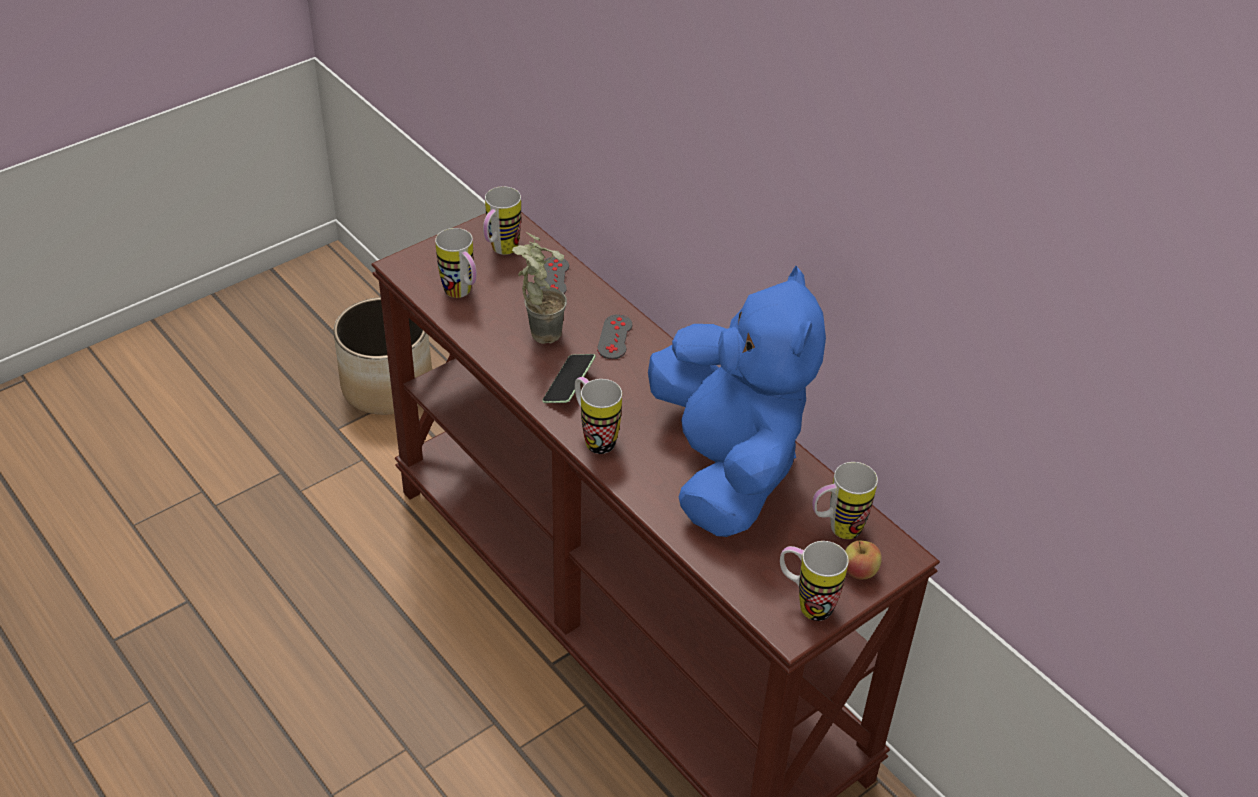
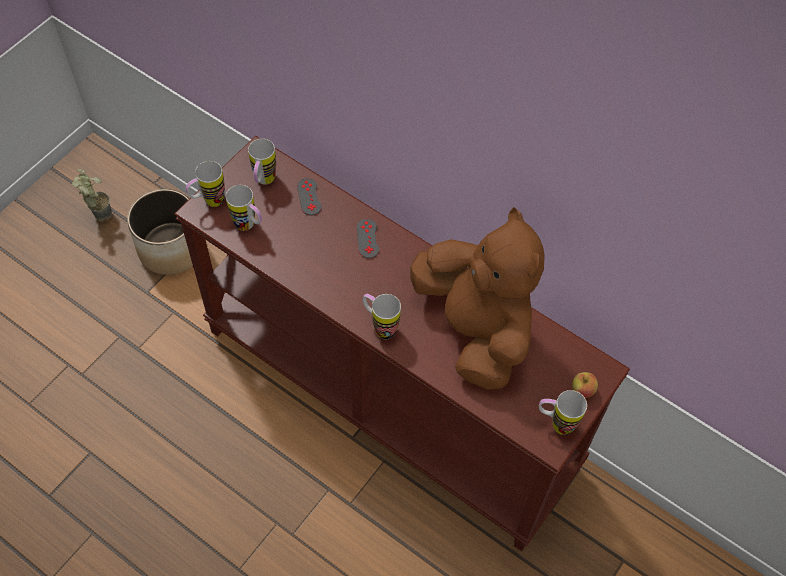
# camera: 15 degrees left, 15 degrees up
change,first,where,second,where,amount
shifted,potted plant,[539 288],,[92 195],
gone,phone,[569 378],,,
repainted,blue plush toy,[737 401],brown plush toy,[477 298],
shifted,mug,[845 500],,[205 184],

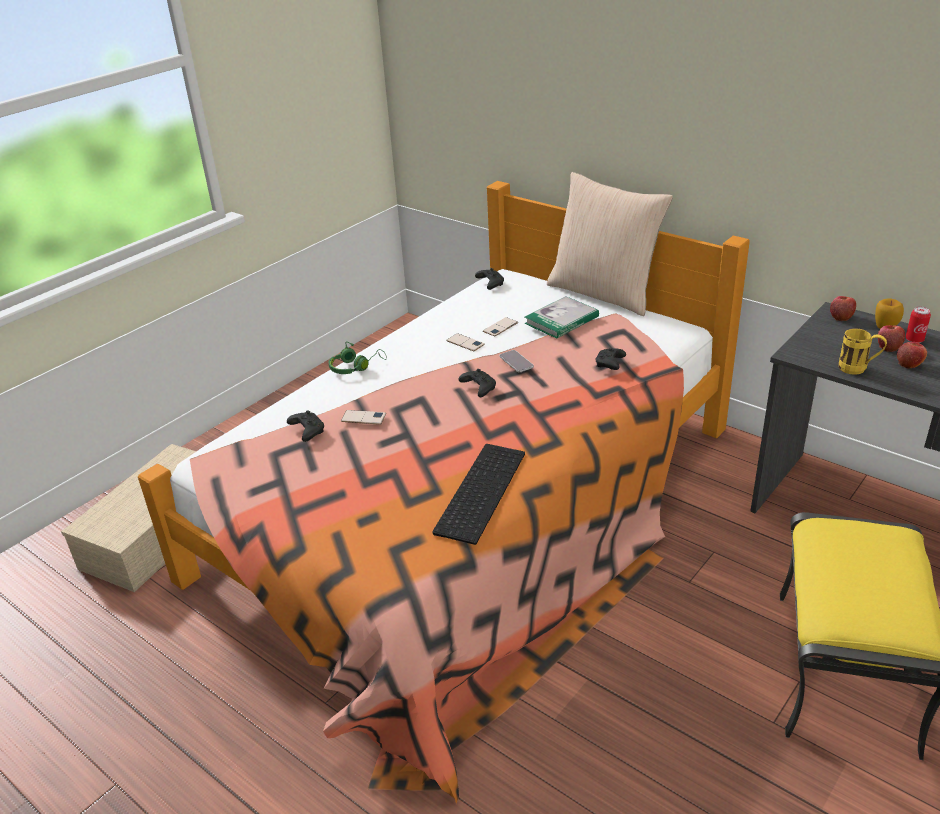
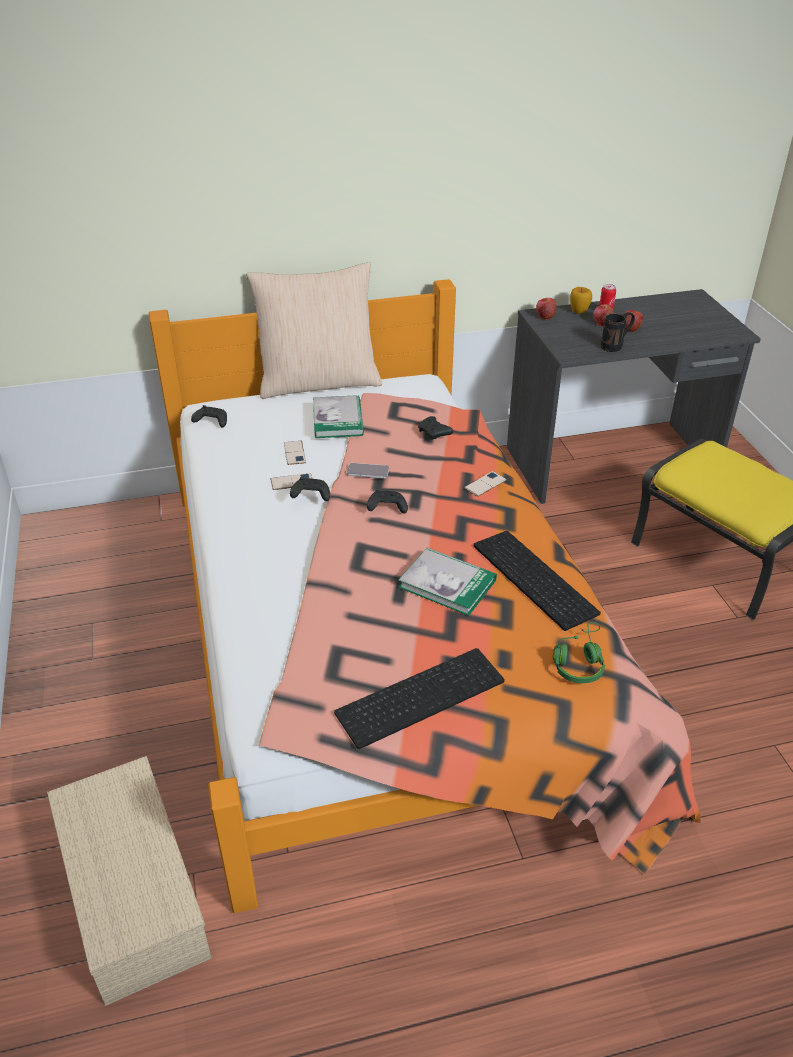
# camera: 55 degrees left, 5 degrees up
change,first,where,second,where,amount
shifted,black game controller,[305 426],,[310 489],
shifted,green headphones,[357 357],,[579 653],
shifted,phone,[363 417],,[485 483],
repainted,yellow mug,[863 351],black mug,[618 332],
new,,,keyboard,[419 698],
new,,,book,[447 582],

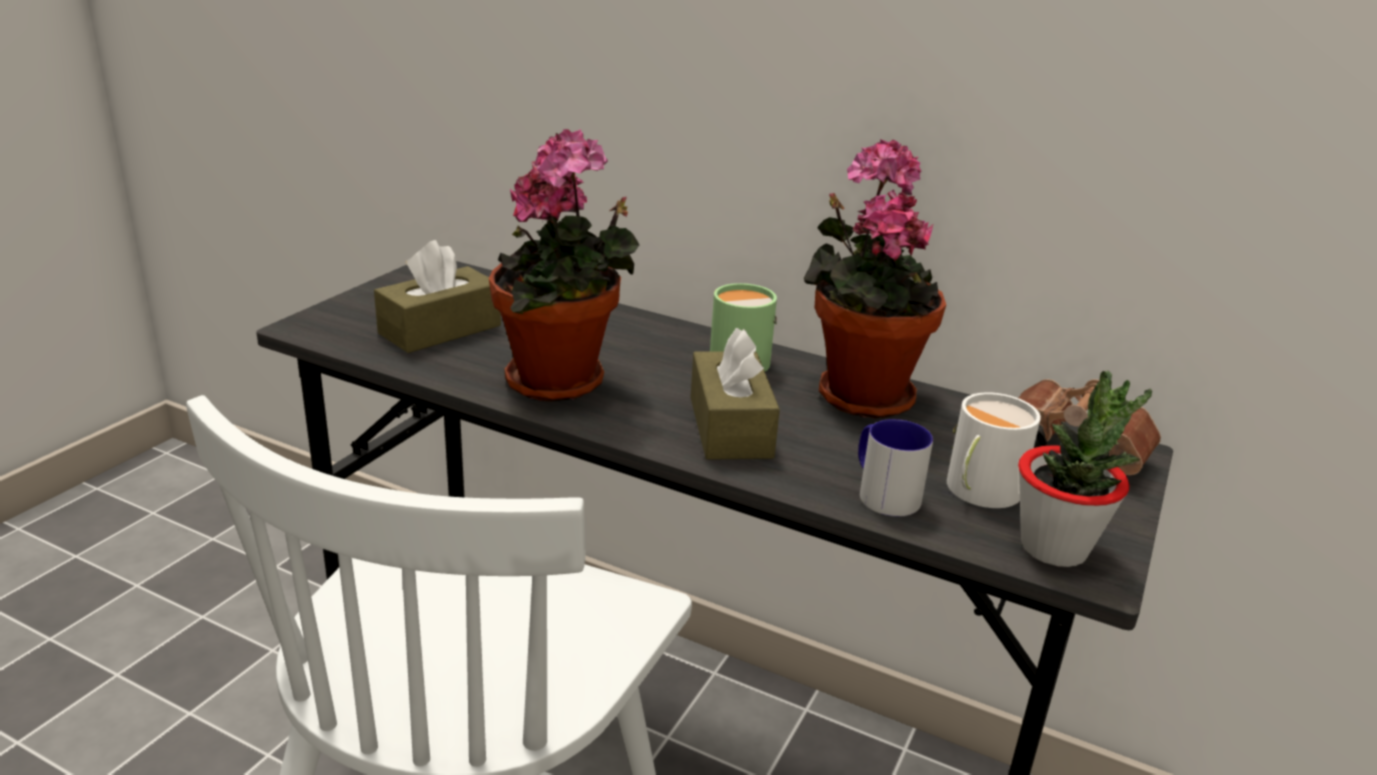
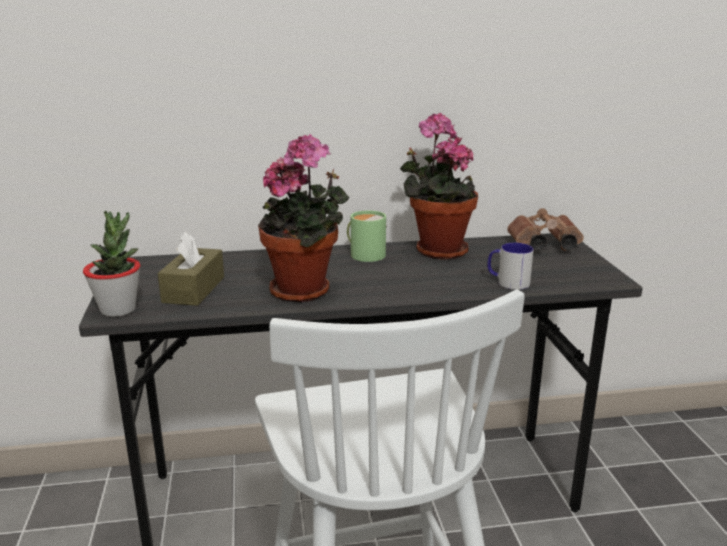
# camera: 35 degrees left, 5 degrees down
change,first,where,second,where,amount
gone,brown tissue box,[735 394],,,
gone,white mug,[994 450],,,
shifted,potted plant,[1085 469],,[112 264],

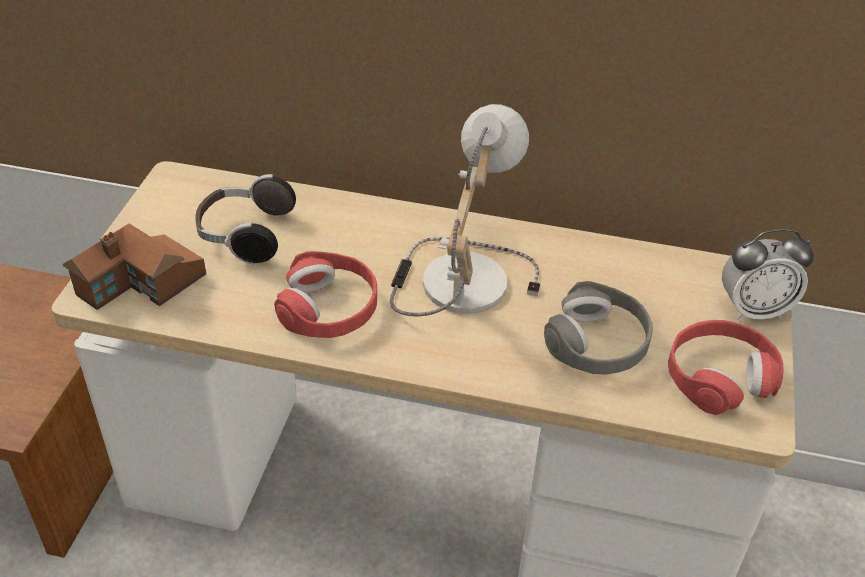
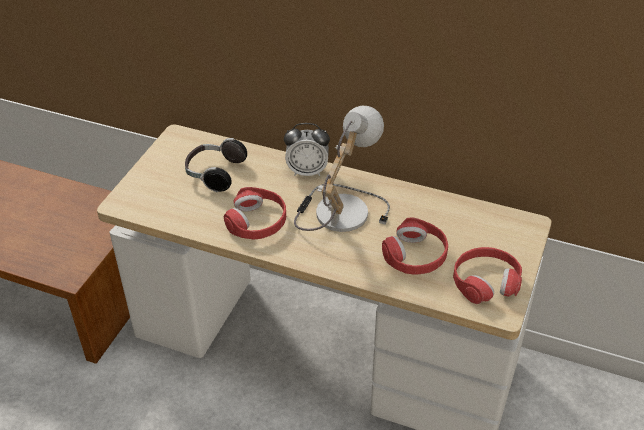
# camera: 10 degrees right, 0 degrees up
change,first,where,second,where,amount
gone,toy house,[134 266],,,
repainted,grey headphones,[598 328],red headphones,[415 246],
shifted,alarm clock,[768 274],,[307 149],

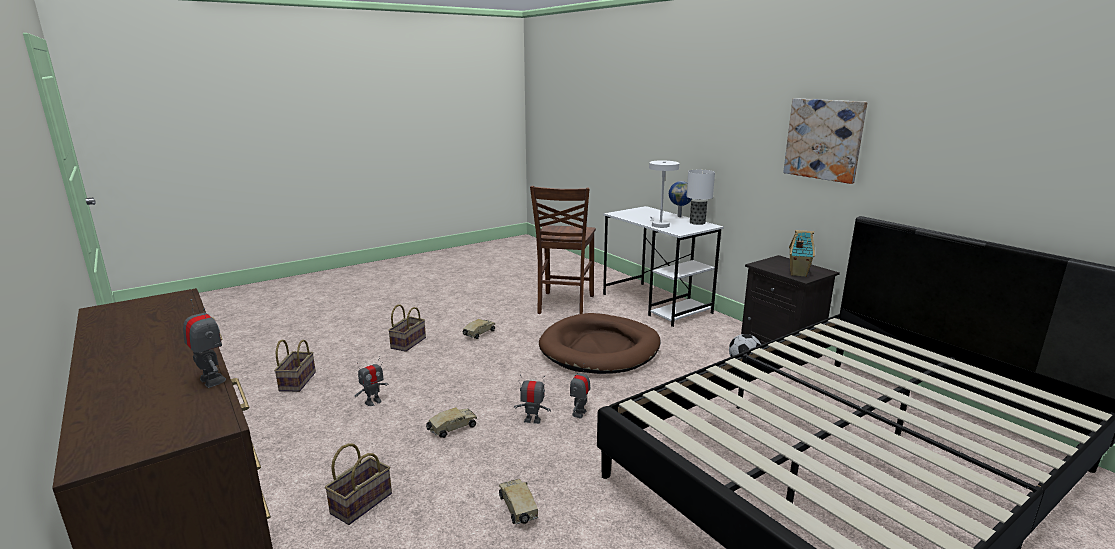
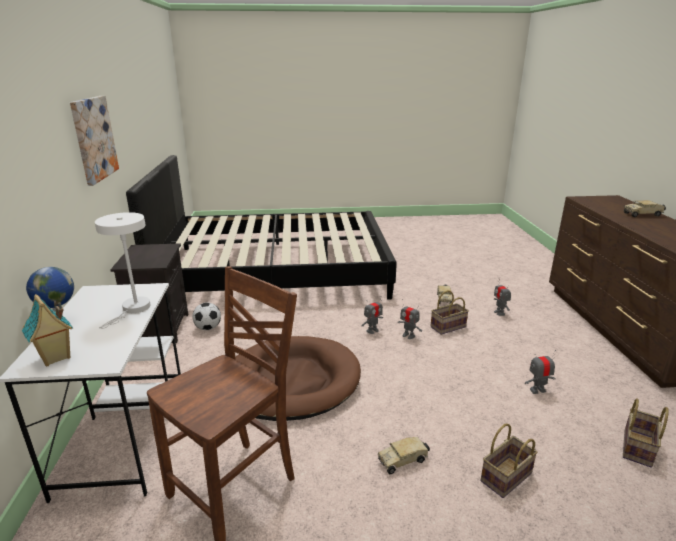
# camera: 150 degrees left, 5 degrees up
change,first,where,second,where,amount
shifted,toy robot,[204 343],,[502 297],
shifted,basket,[358 484],,[449 312],
shifted,toy truck,[451 422],,[645 208],
gone,table lamp,[700 197],,,
shifted,toy house,[802 253],,[47 330],

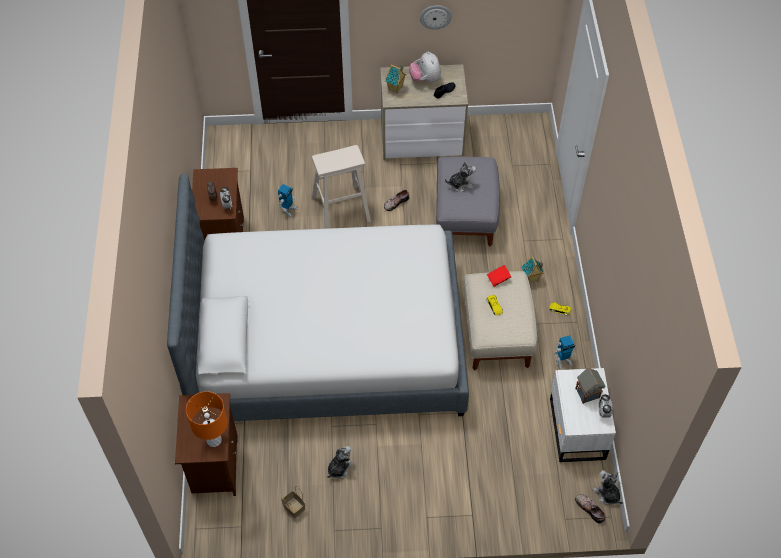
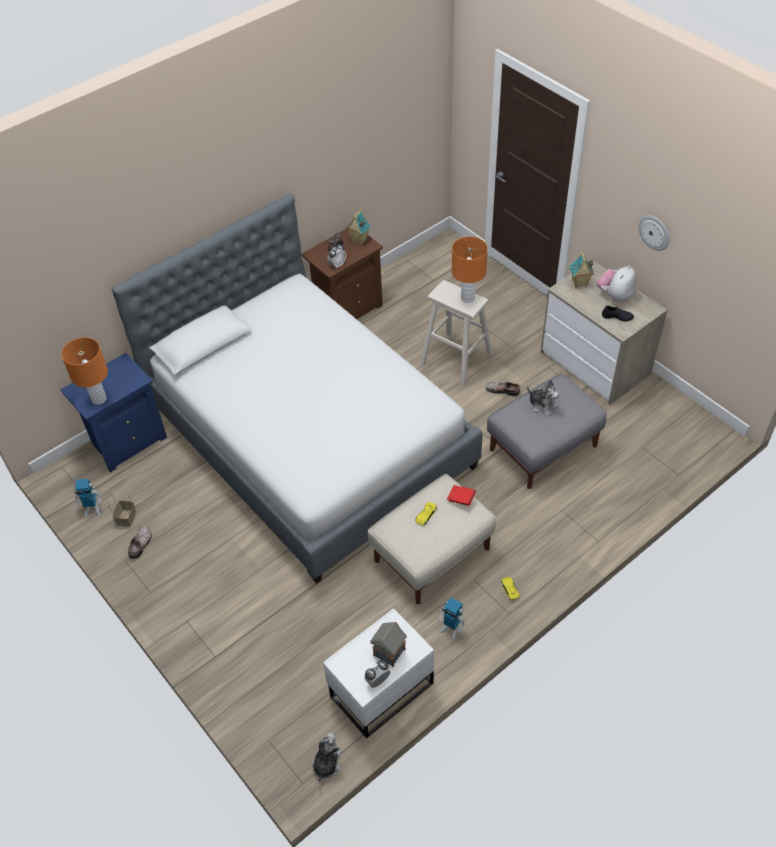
# camera: 55 degrees right, 5 degrees down
change,first,where,second,where,amount
repainted,brown nightstand,[206 444],blue nightstand,[113 412],
shifted,toy robot,[287 200],,[88 497],
gone,plush toy,[340 462],,,
shifted,toy house,[532 269],,[358 227],
shifted,shoe,[590 509],,[140 542],
new,,,orange table lamp,[470 269],

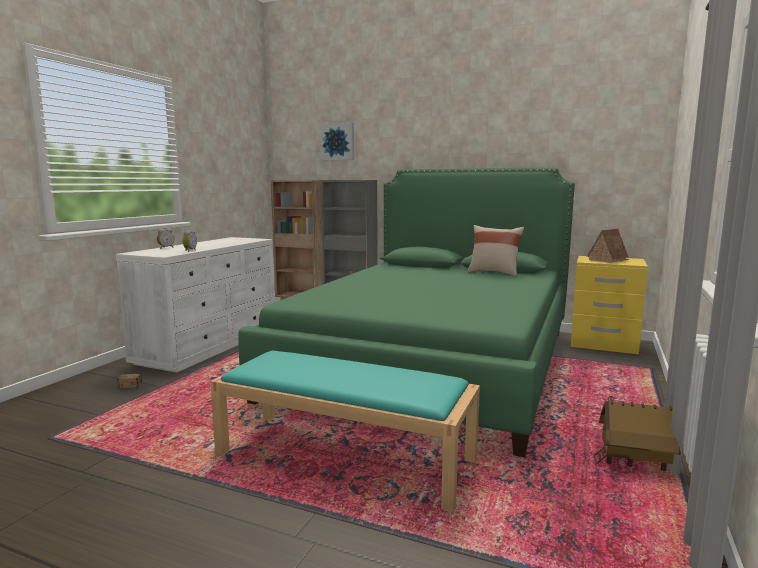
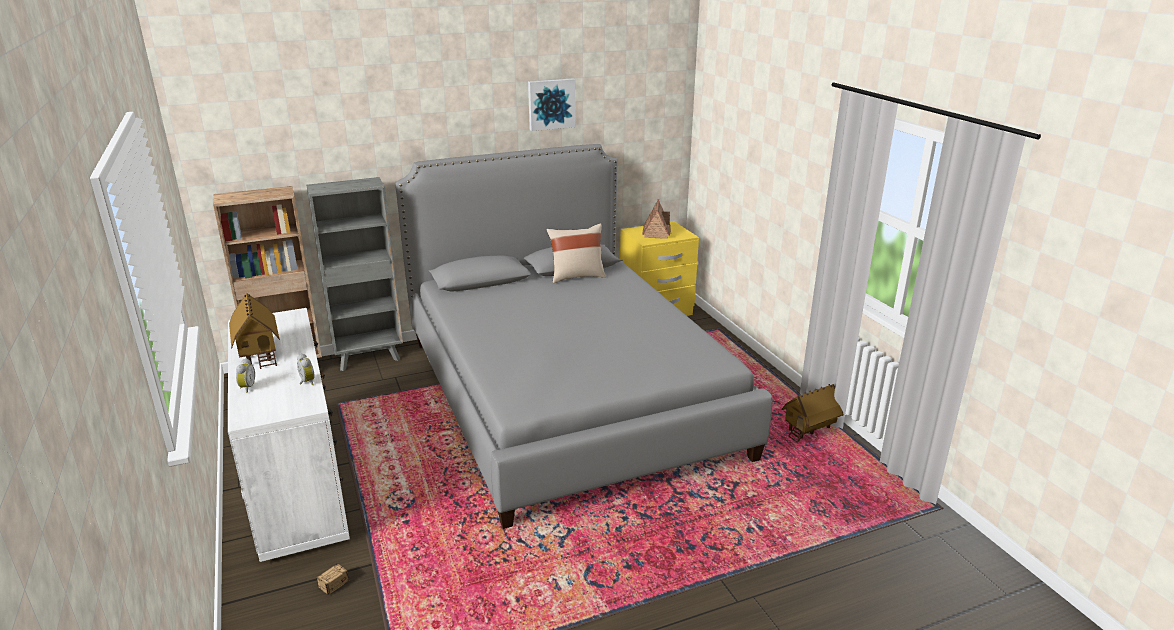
# camera: 45 degrees left, 15 degrees up
change,first,where,second,where,amount
gone,turquoise bench,[345 431],,,
repainted,green bed,[406 312],grey bed,[584 336],
shifted,picture,[337 141],,[551 104],
new,,,toy house,[254 331],

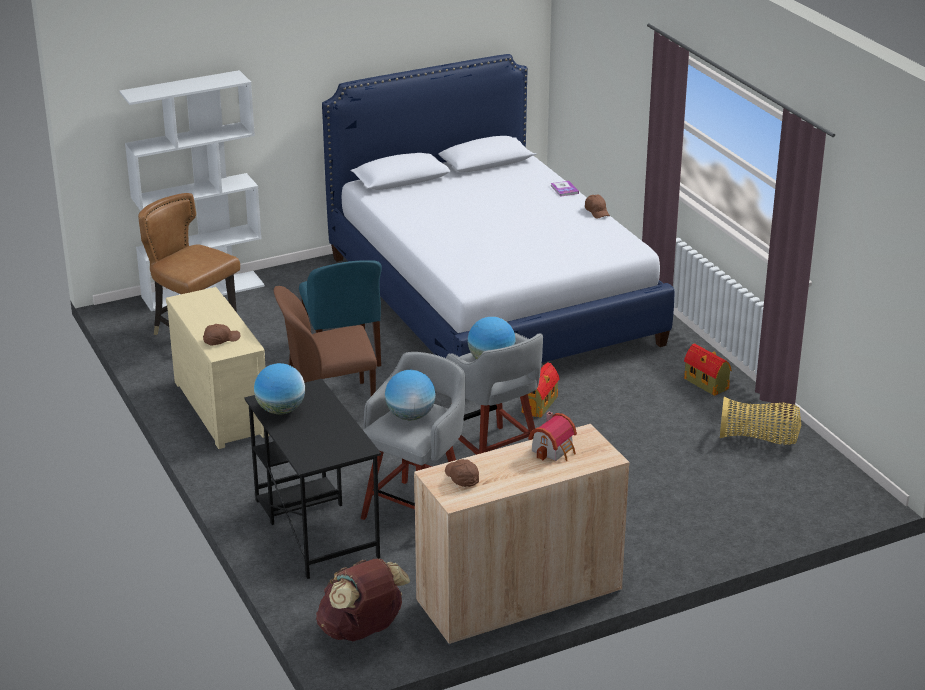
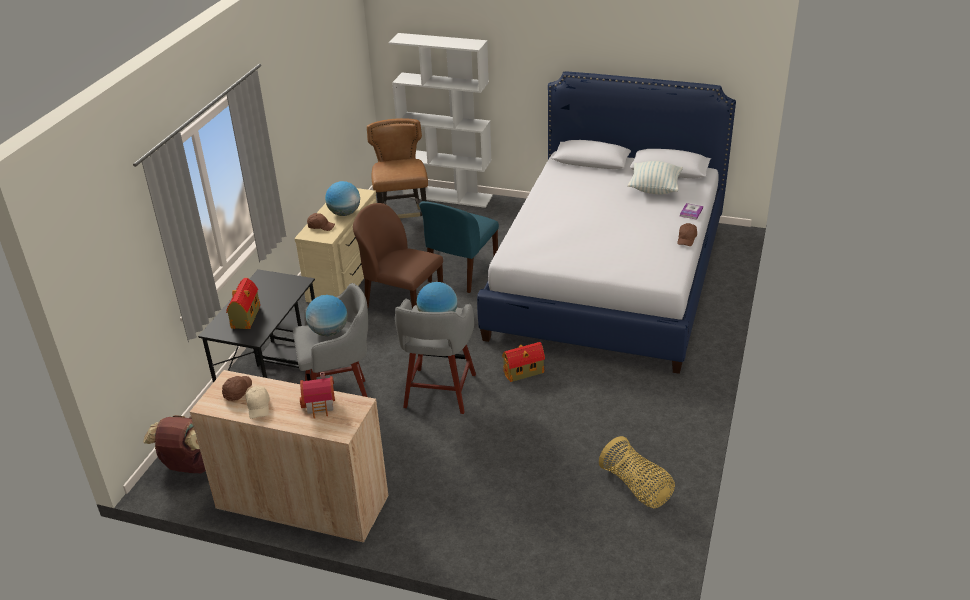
# camera: 45 degrees right, 5 degrees up
change,first,where,second,where,amount
shifted,globe,[279 388],,[342 198],
shifted,toy house,[708 369],,[243 303],
new,,,beige cap,[258 402],
new,,,pillow,[655 177],

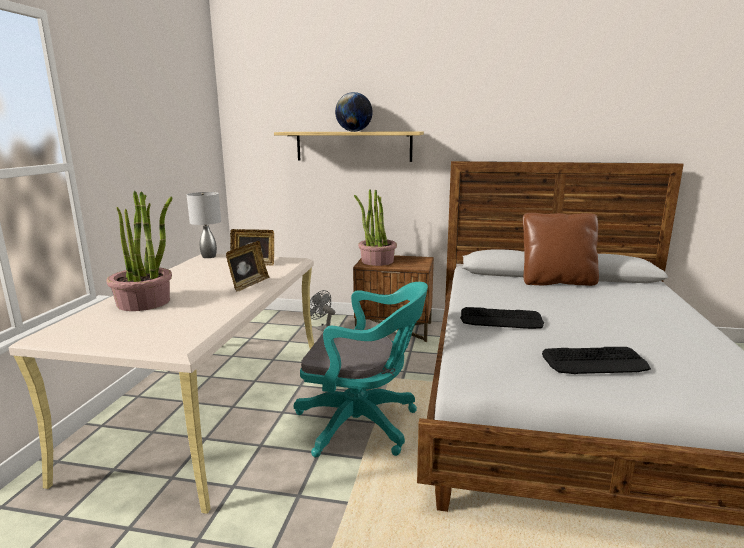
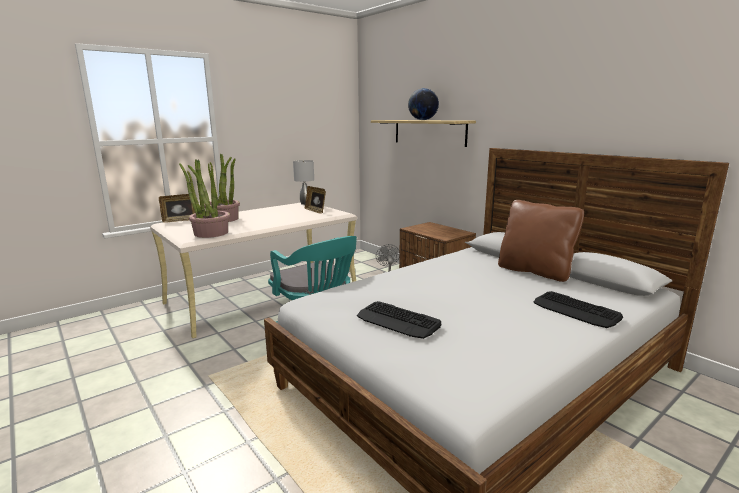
# camera: 40 degrees right, 0 degrees up
change,first,where,second,where,amount
shifted,picture frame,[247 266],,[177 208],
shifted,potted plant,[375 228],,[204 198],
shifted,keyboard,[502 318],,[578 309],

